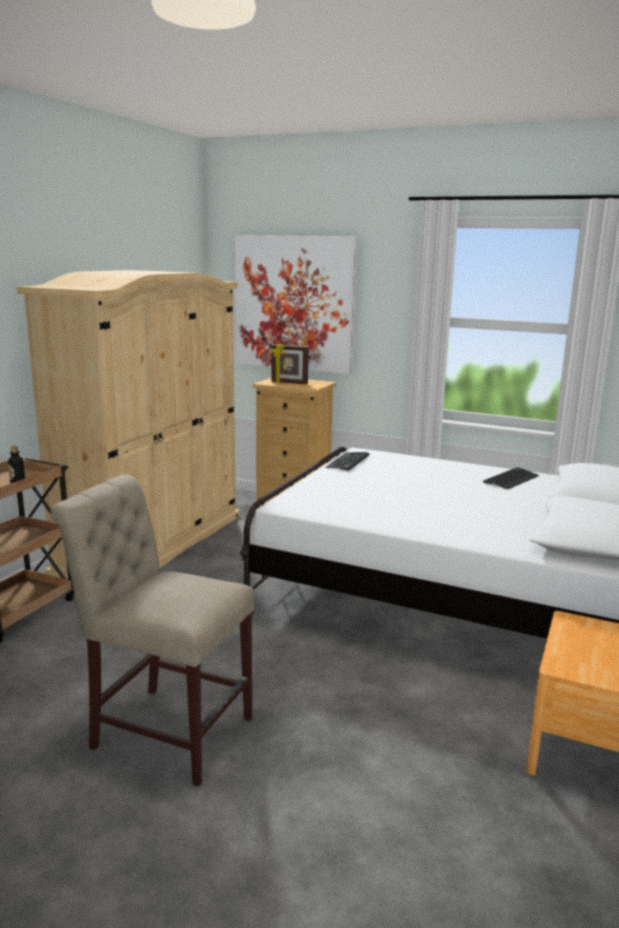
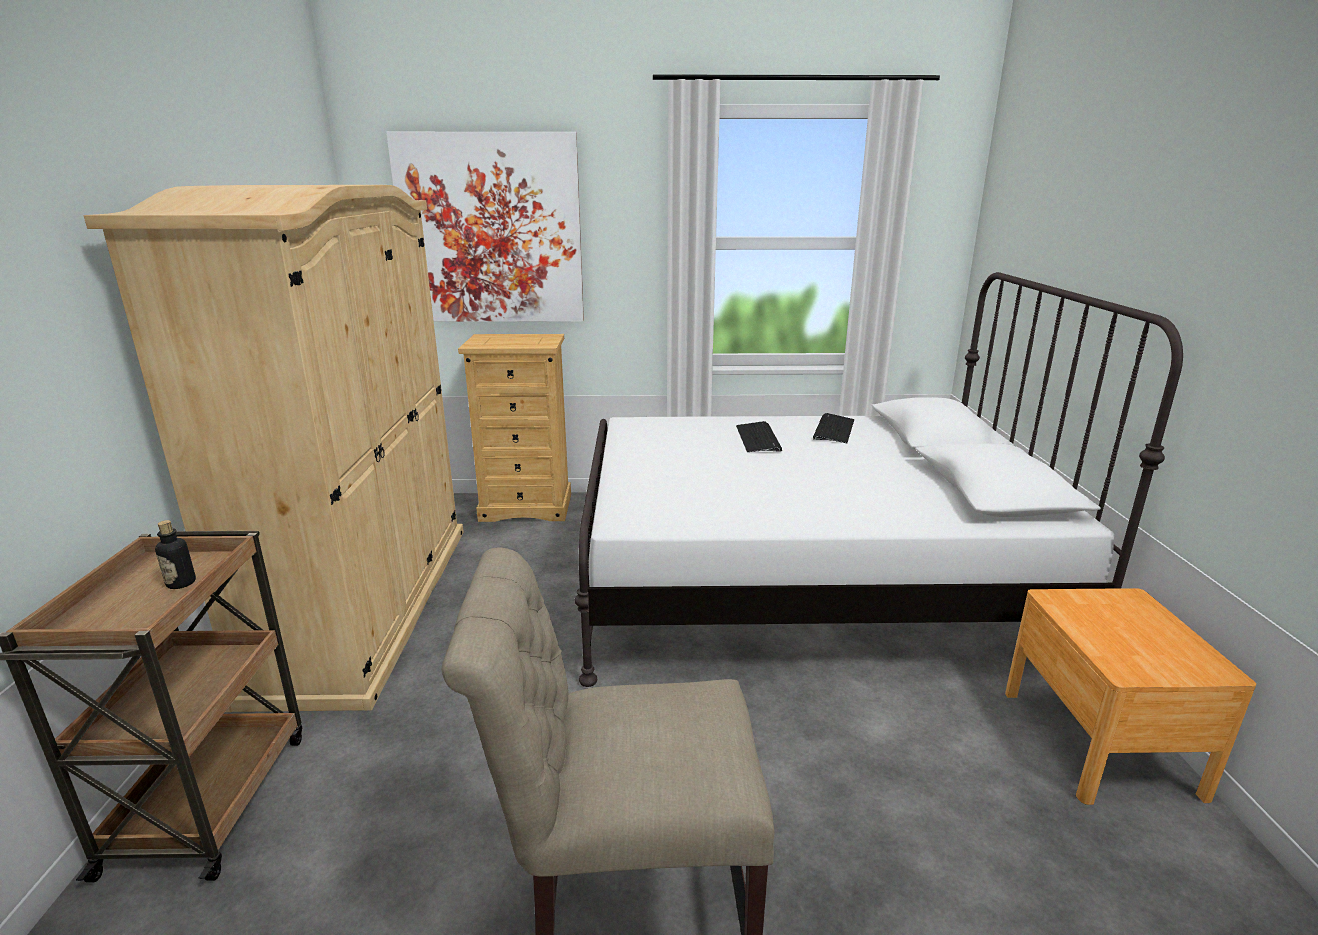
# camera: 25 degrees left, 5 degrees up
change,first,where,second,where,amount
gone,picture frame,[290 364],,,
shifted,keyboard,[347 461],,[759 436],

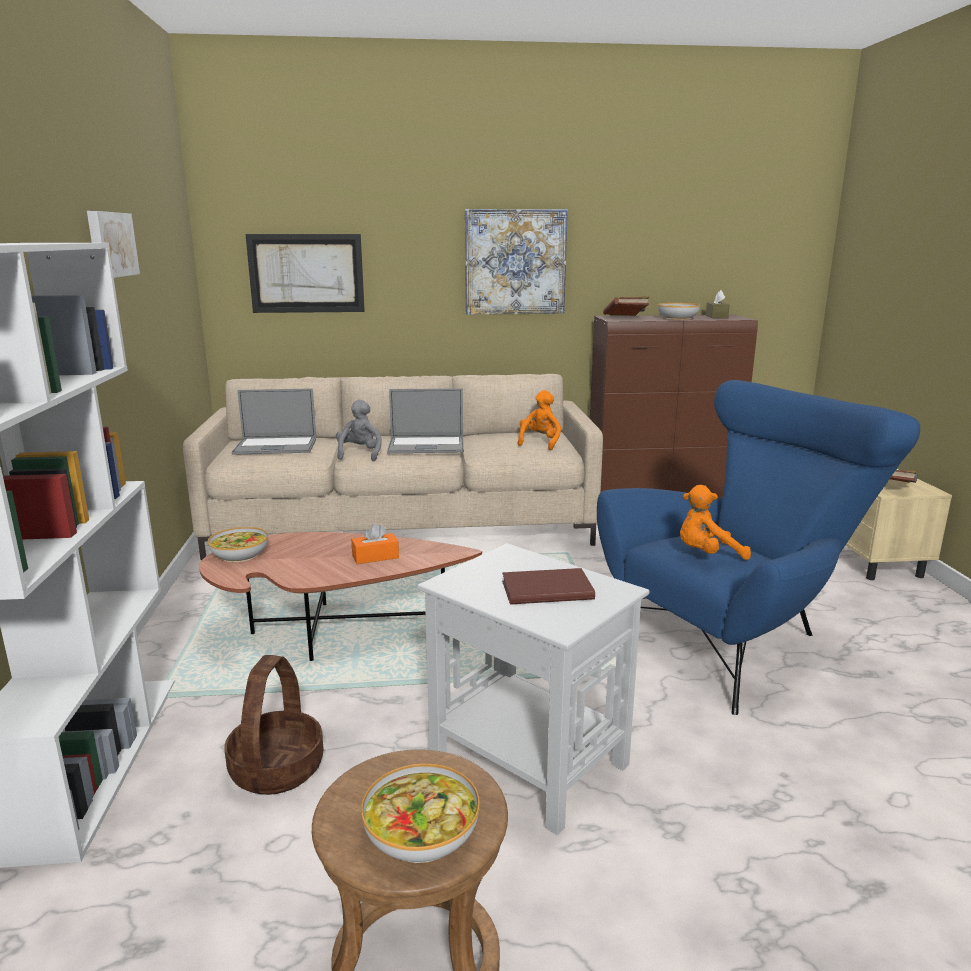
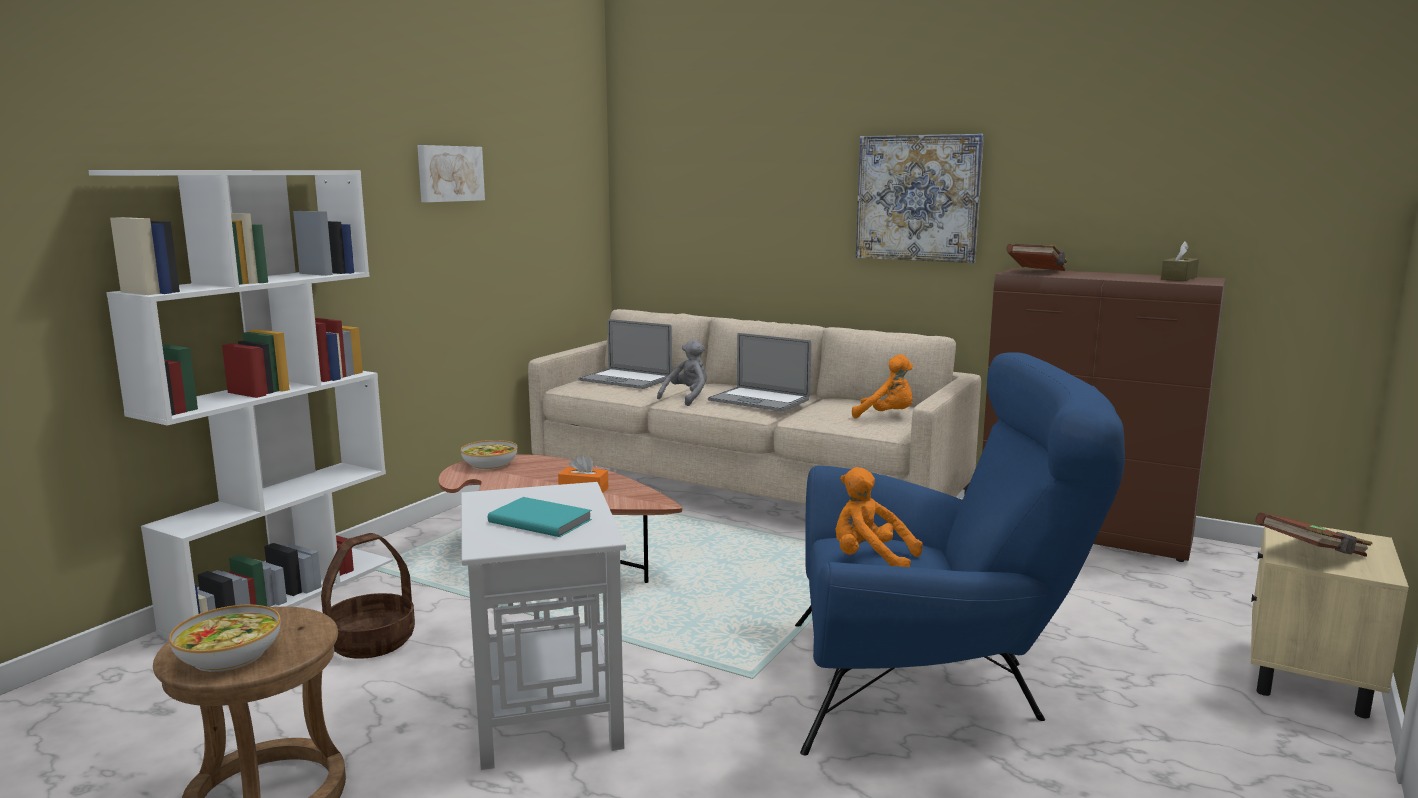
# camera: 35 degrees right, 5 degrees down
change,first,where,second,where,amount
gone,picture,[305 273],,,
repainted,brown book,[548 586],turquoise book,[540 517],
rotated,orange plush toy,[539 420],,[882 386],60 degrees clockwise
gone,bowl,[679 311],,,

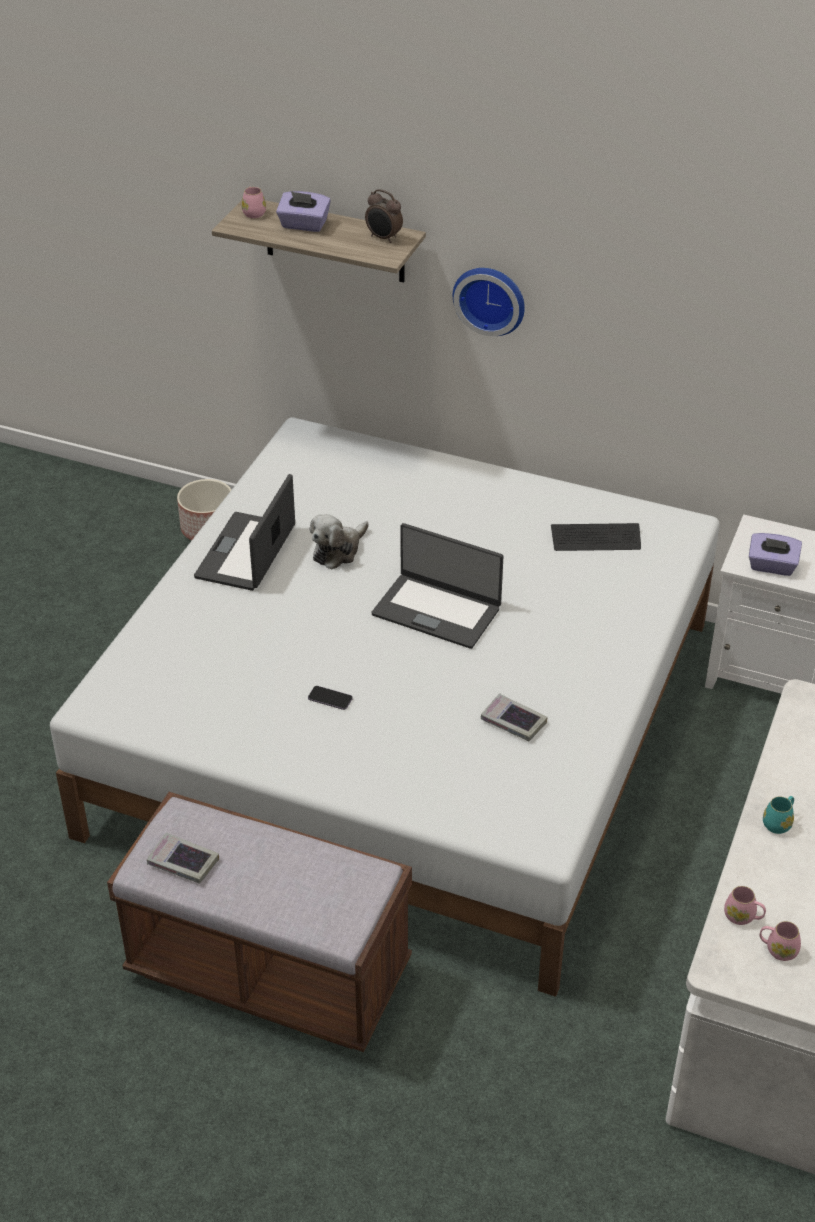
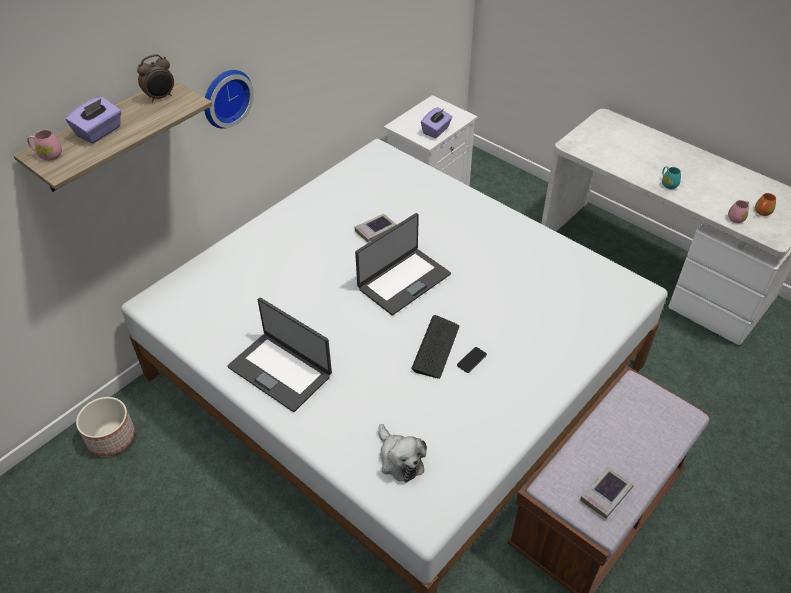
# camera: 70 degrees left, 5 degrees up
change,first,where,second,where,amount
shifted,plush toy,[339 542],,[402 453],
shifted,book,[514 717],,[376 228],
shifted,keyboard,[596 537],,[435 347],
repainted,pink mug,[780 941],orange mug,[765 204],

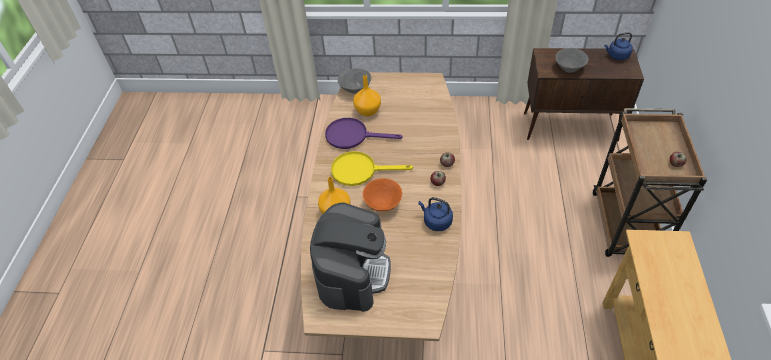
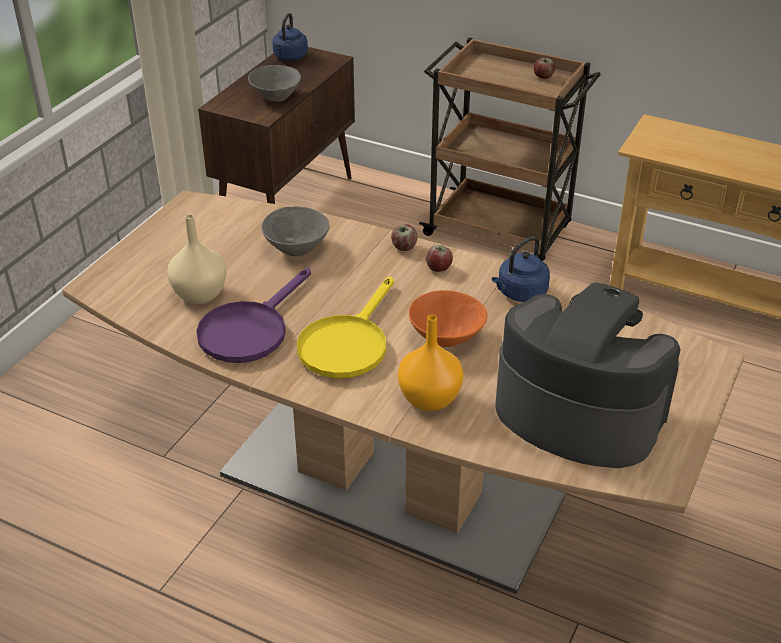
# camera: 70 degrees left, 10 degrees down
change,first,where,second,where,amount
shifted,grey bowl,[354 81],,[295 231],
repainted,orange vase,[367 95],beige vase,[197 259],

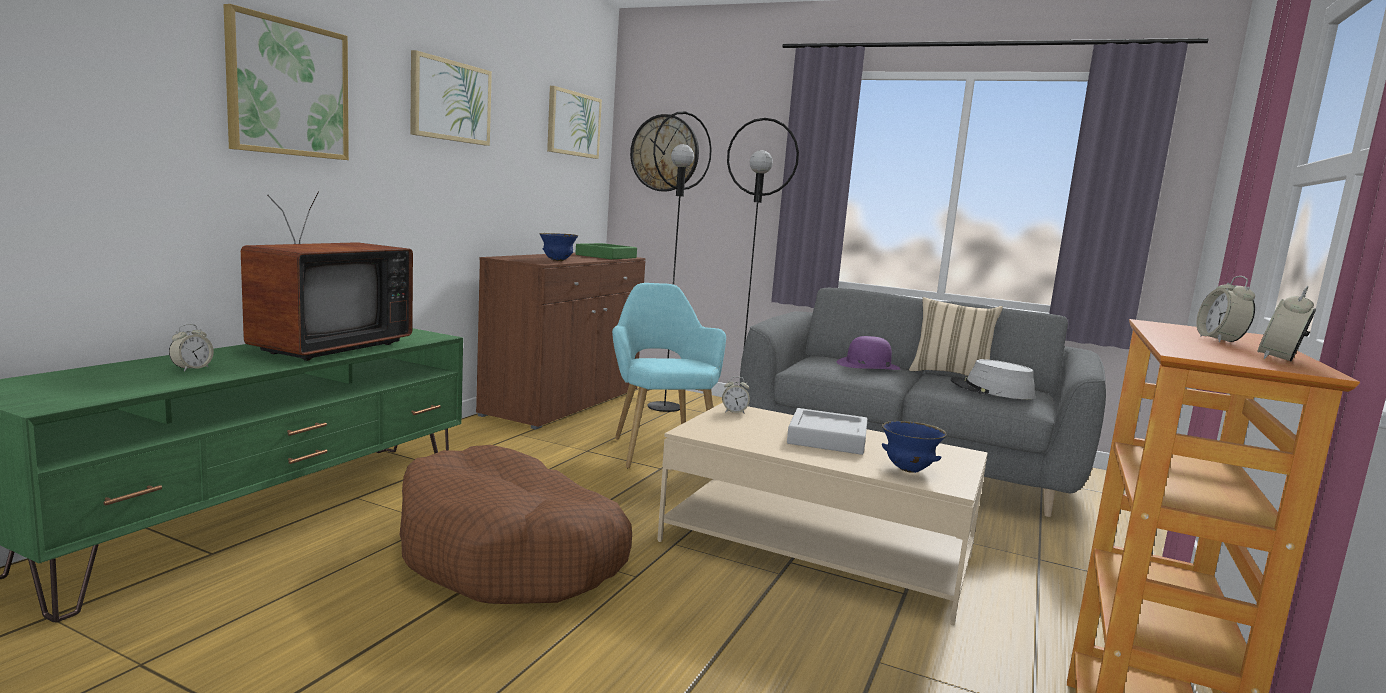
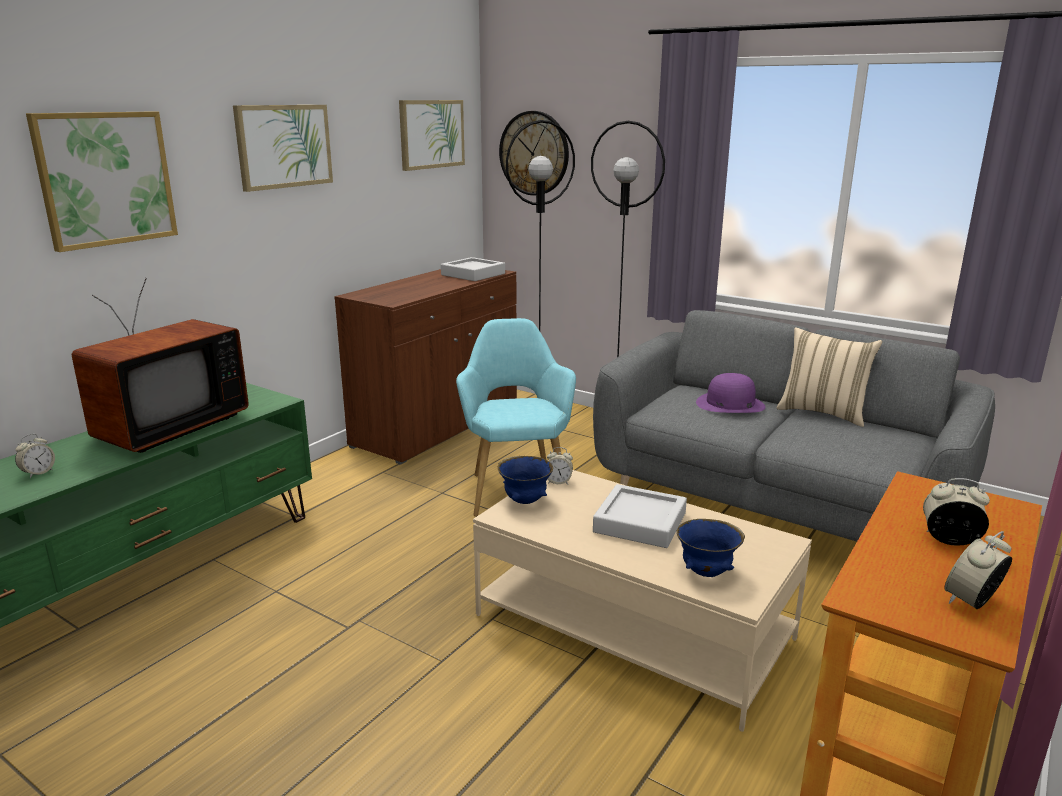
# camera: 10 degrees right, 10 degrees up
change,first,where,second,where,amount
gone,brown dog bed,[515 524],,,
shifted,blue bowl,[558 247],,[525 480],
repainted,green tray,[606 251],grey tray,[473 269],
gone,grey hat,[993 379],,,
rotated,alarm clock,[1225 309],,[956 512],90 degrees clockwise

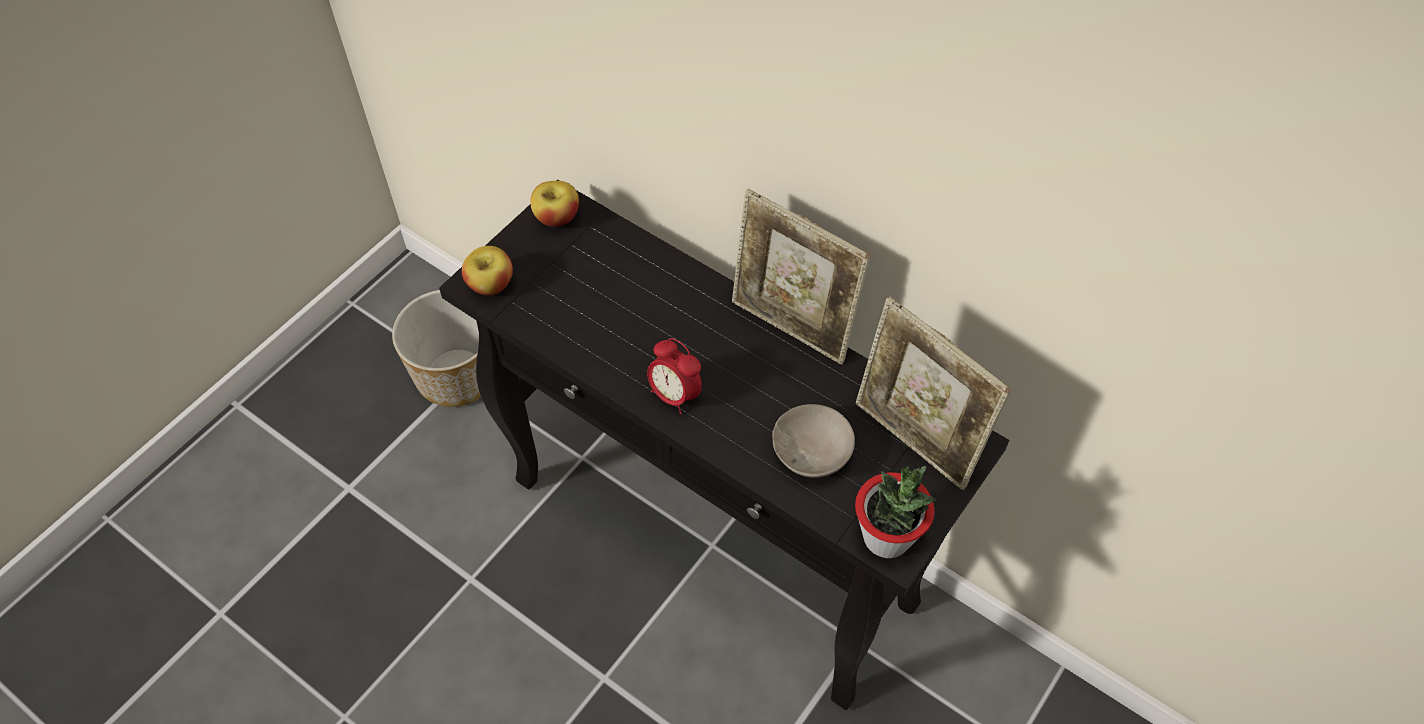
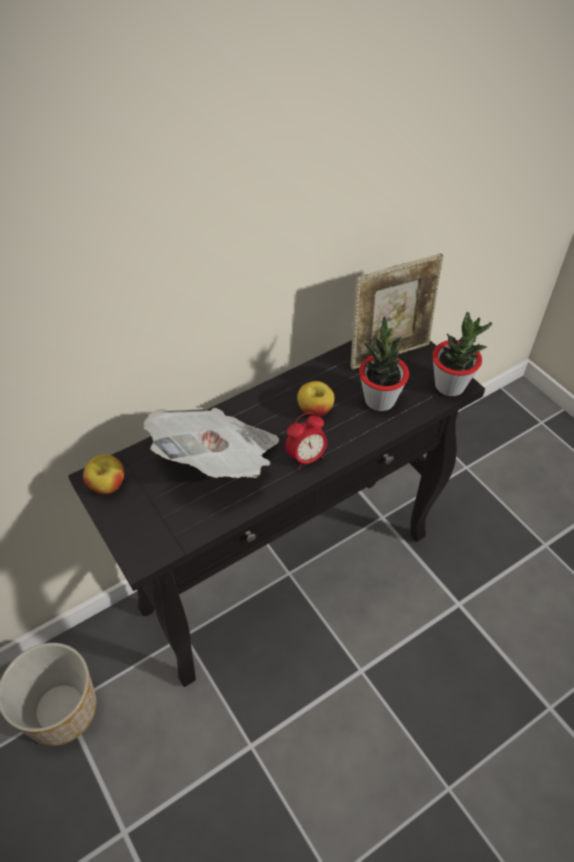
# camera: 70 degrees left, 5 degrees down
change,first,where,second,where,amount
shifted,apple,[487 270],,[316 399],
gone,picture frame,[801 277],,,
swapped,beige bowl,[813 441],potted plant,[384 363],
new,,,newspaper,[211 443],

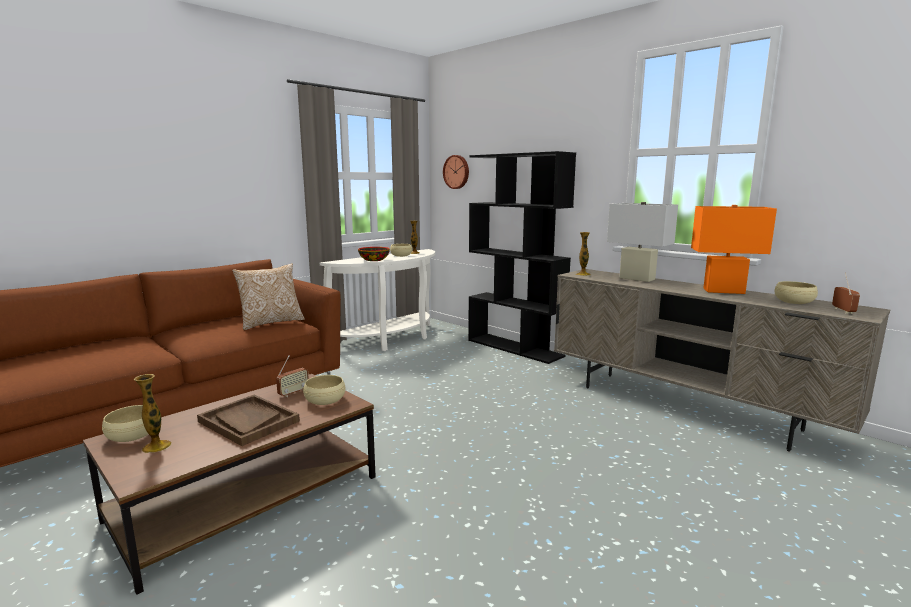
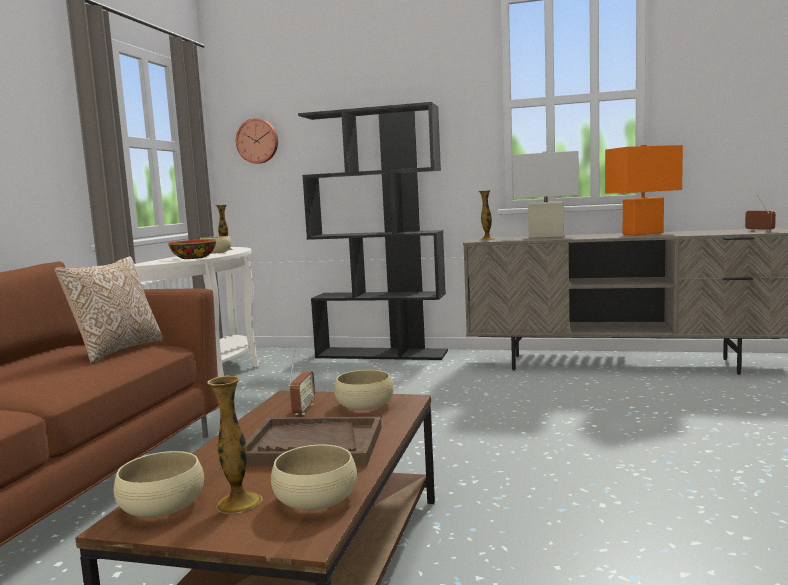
# camera: 30 degrees left, 5 degrees down
change,first,where,second,where,amount
shifted,beige bowl,[796 292],,[314 477],

